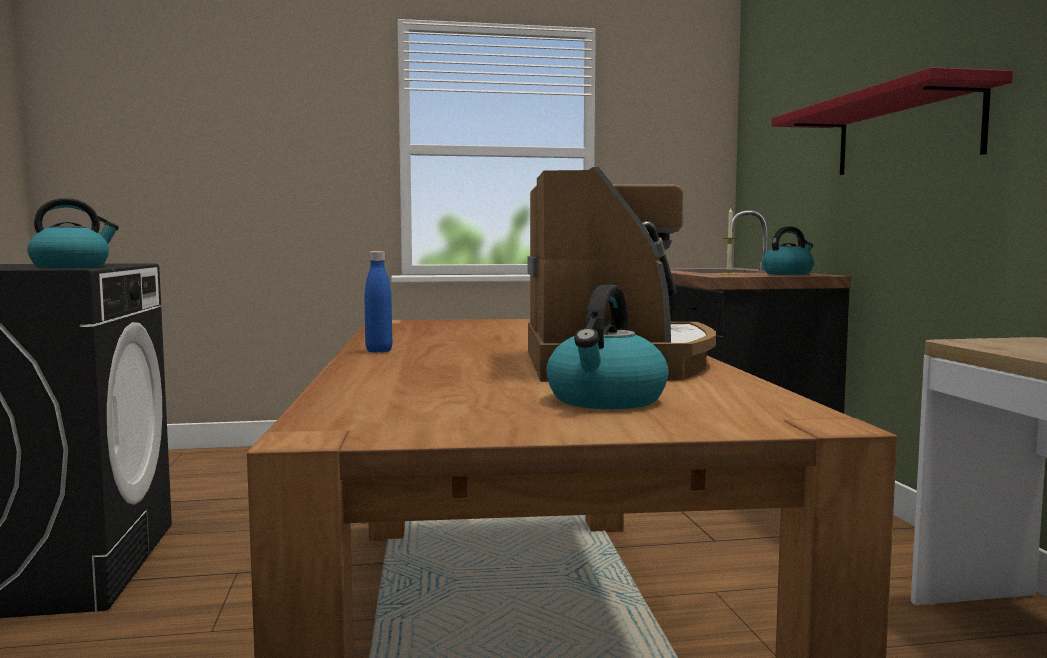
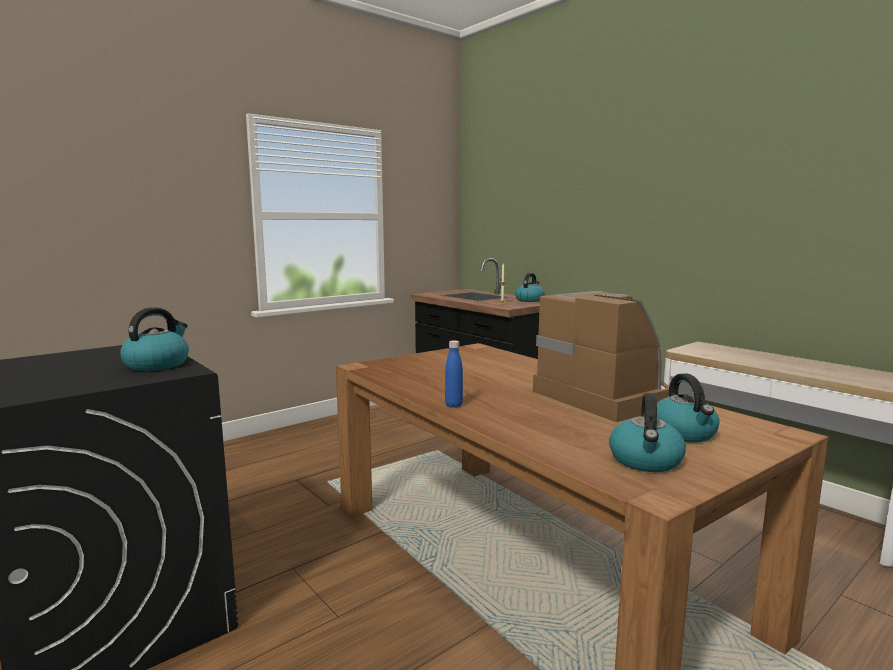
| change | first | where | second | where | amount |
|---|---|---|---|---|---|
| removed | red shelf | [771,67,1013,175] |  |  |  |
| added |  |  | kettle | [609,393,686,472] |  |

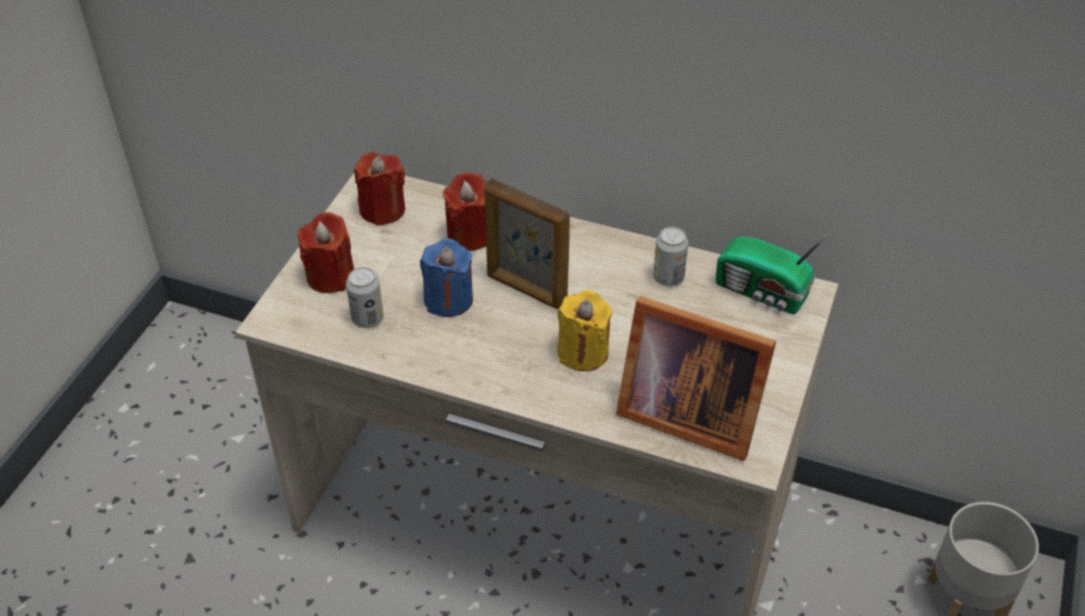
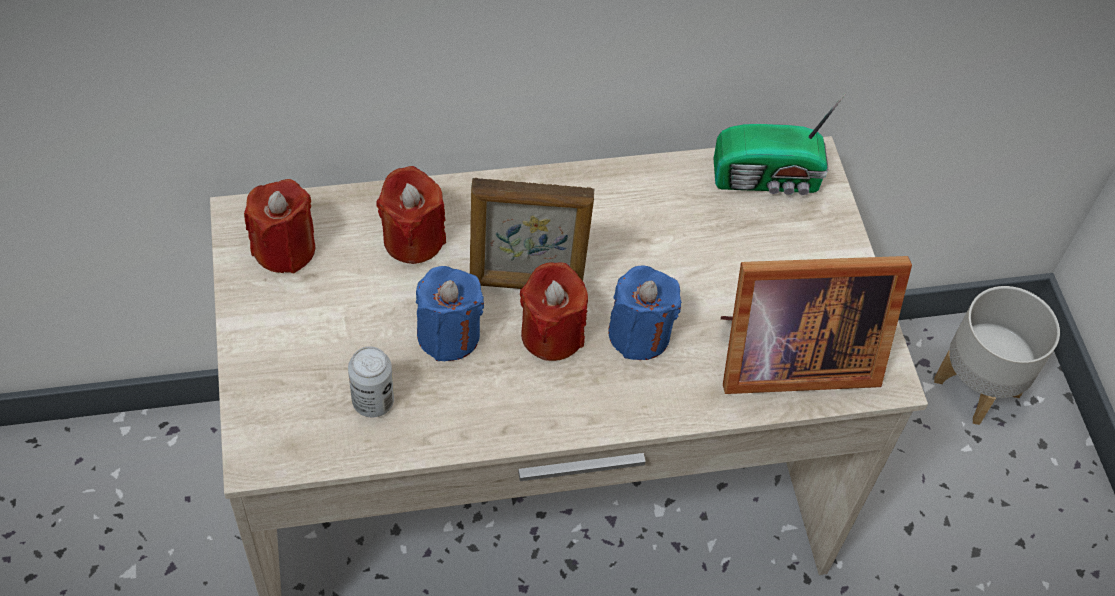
| change | first | where | second | where | amount |
|---|---|---|---|---|---|
| moved | red candle | [297,212,354,293] |  | [520,262,588,361] |  |
| removed | can | [653,227,688,286] |  |  |  |
| recoloured | yellow candle | [557,290,612,371] | blue candle | [608,266,682,360] |  |

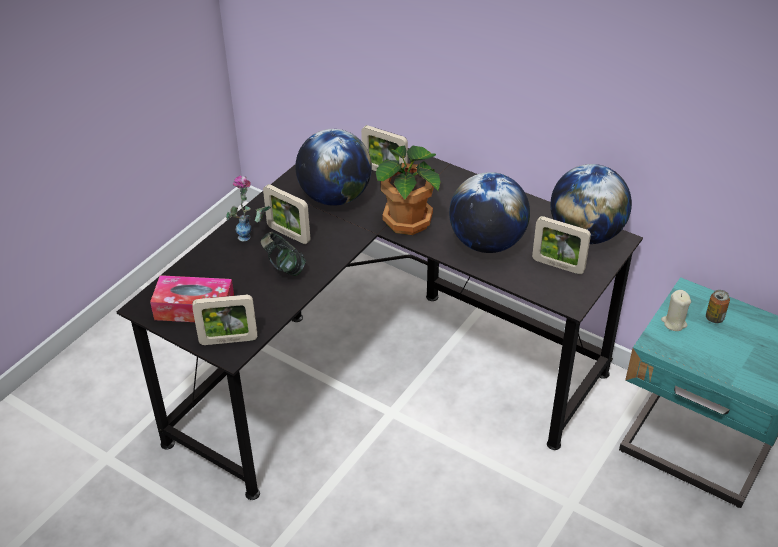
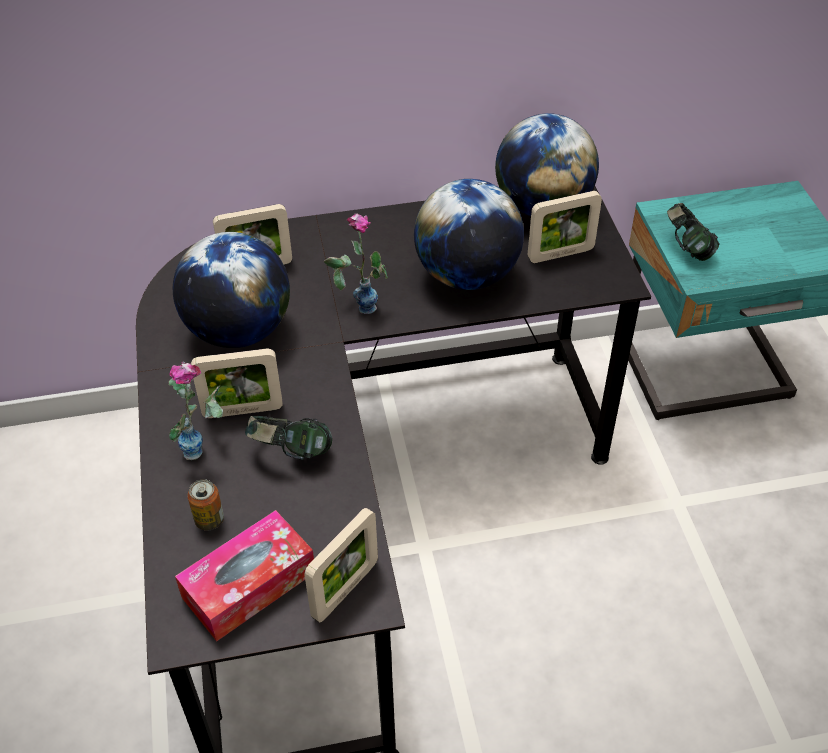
| change | first | where | second | where | amount |
|---|---|---|---|---|---|
| replaced | potted plant | [376,145,441,235] | vase | [324,213,388,314] |  |
| replaced | beige candle | [661,290,691,331] | headphones | [667,203,720,261] |  |
| moved | can | [706,290,730,323] |  | [188,479,224,531] |  |

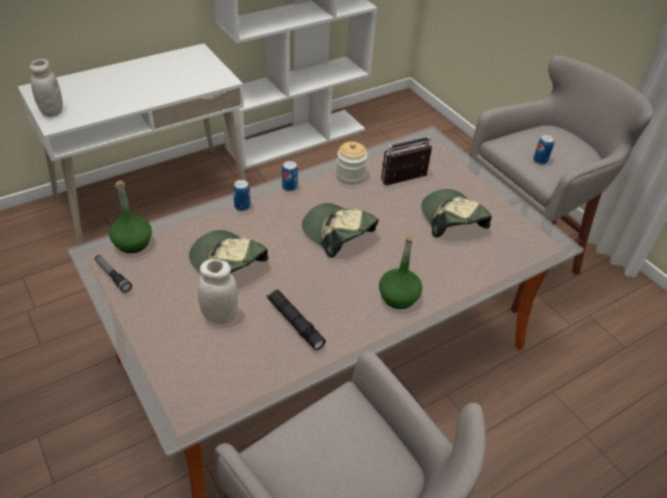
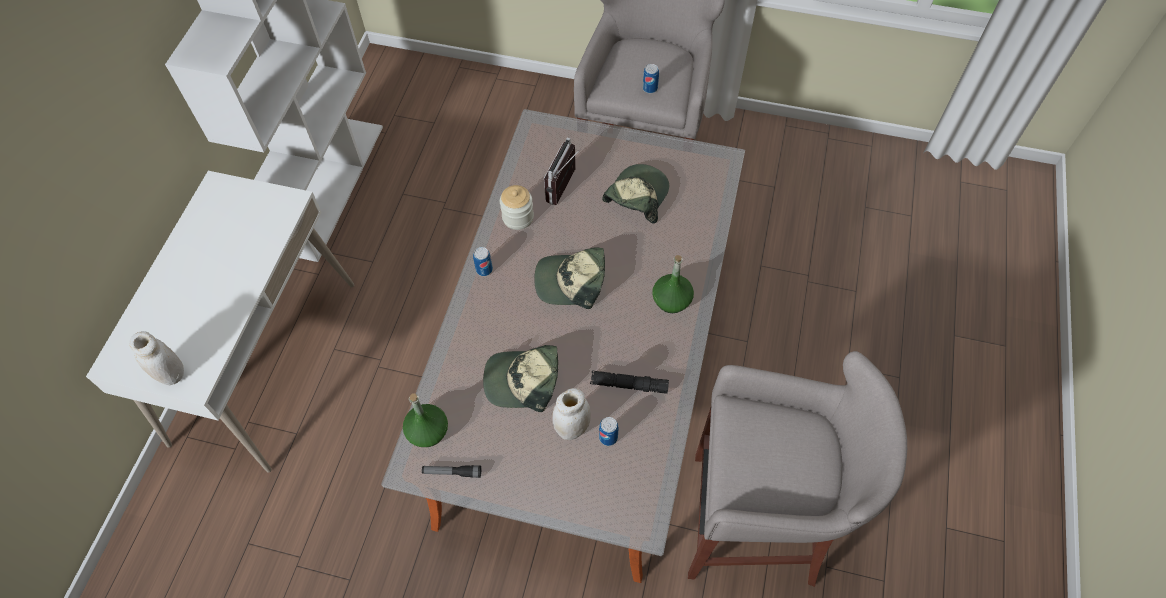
| change | first | where | second | where | amount |
|---|---|---|---|---|---|
| moved | can | [233,180,251,211] |  | [599,417,619,446] |  |
| turned | cap | [421,189,492,238] |  | [602,164,669,224] | 90 degrees clockwise |

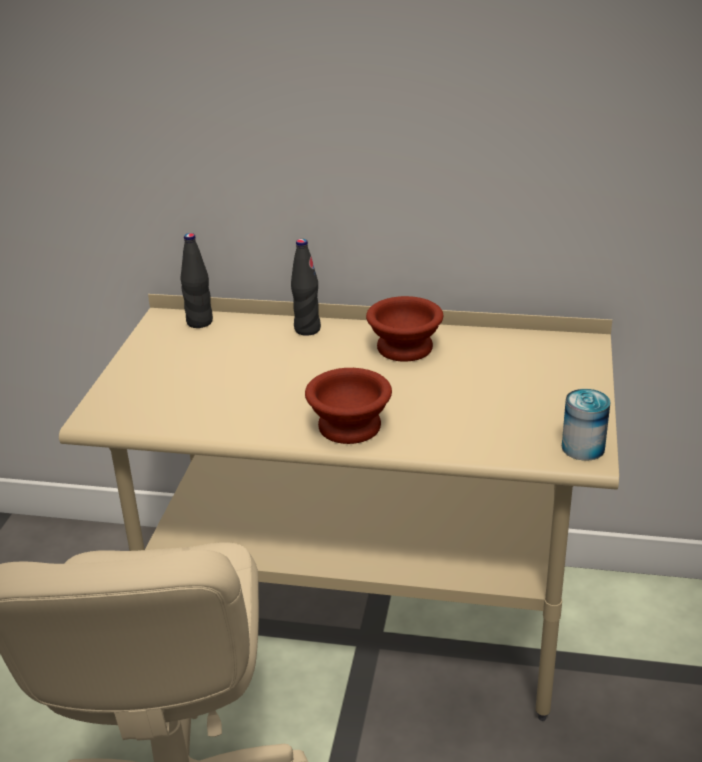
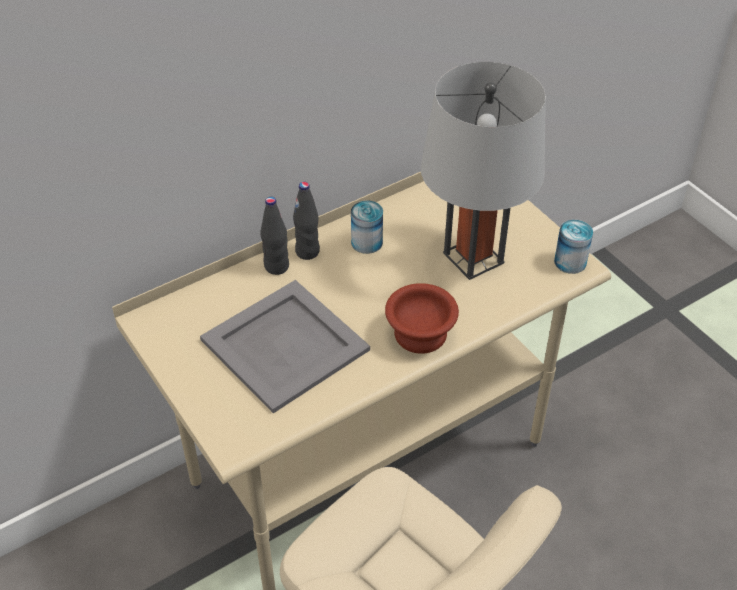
| change | first | where | second | where | amount |
|---|---|---|---|---|---|
| moved | black bottle | [181,233,213,328] |  | [293,182,320,260] |  |
| replaced | brown bowl | [366,296,443,362] | can | [351,201,383,254] |  |
| added |  |  | grey table lamp | [421,62,546,280] |  |
| added |  |  | grey tray | [200,280,370,413] |  |

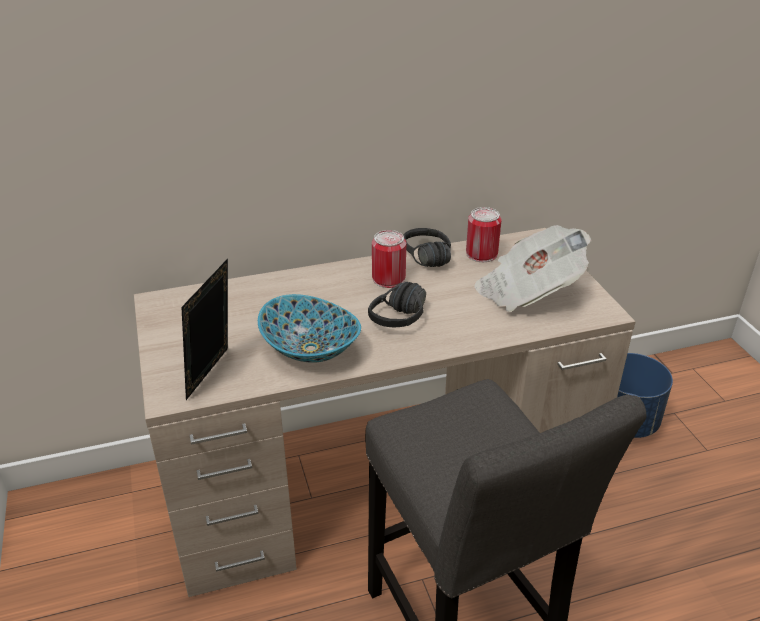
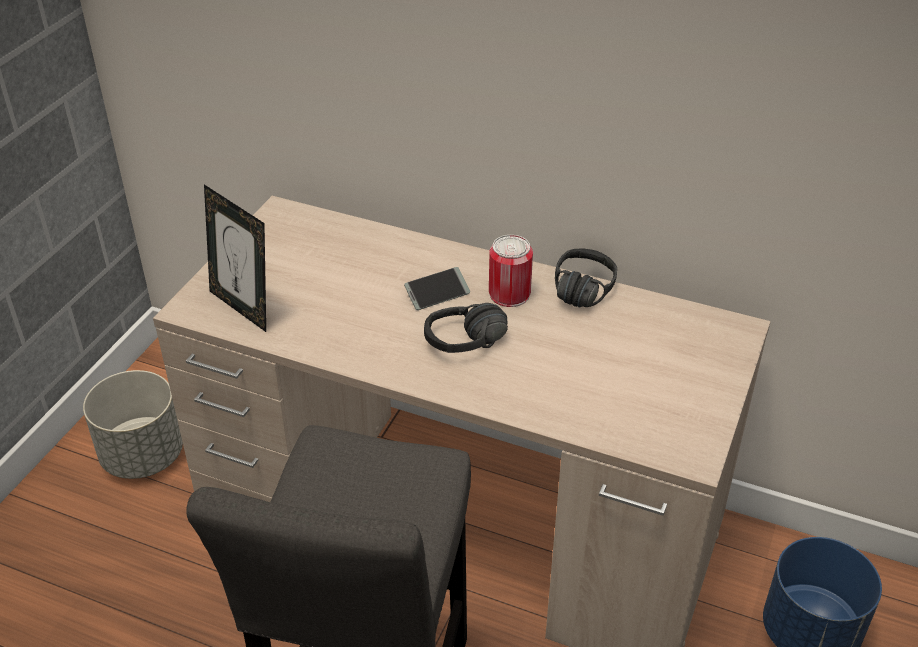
| change | first | where | second | where | amount |
|---|---|---|---|---|---|
| removed | can | [466,207,502,262] |  |  |  |
| removed | newspaper | [474,225,592,312] |  |  |  |
| turned | picture frame | [181,259,228,400] |  | [204,185,266,332] | 105 degrees counterclockwise |
| removed | bowl | [258,294,361,363] |  |  |  |
| added |  |  | phone | [404,267,470,310] |  |
| added |  |  | grey planter | [83,370,183,479] |  |

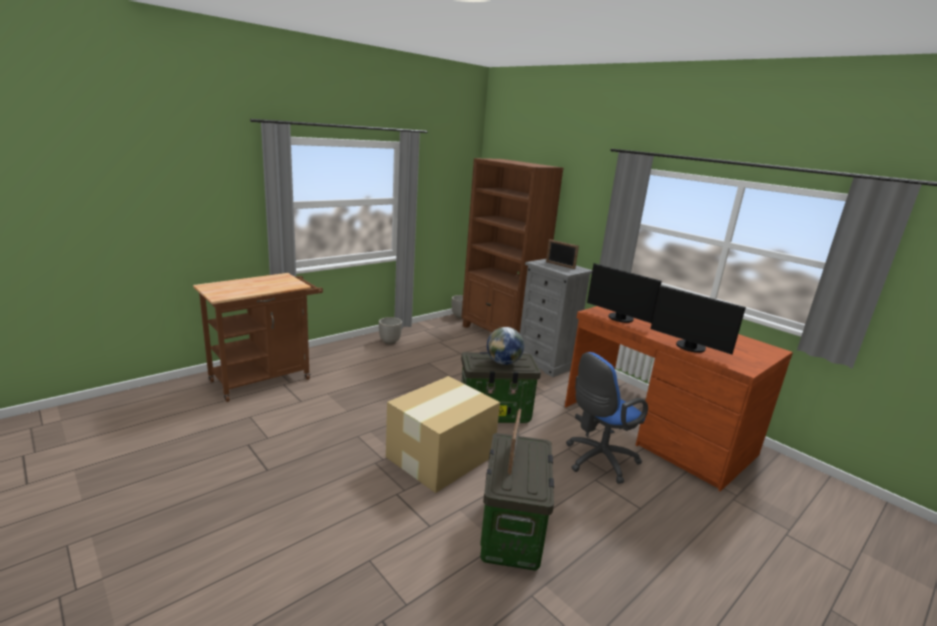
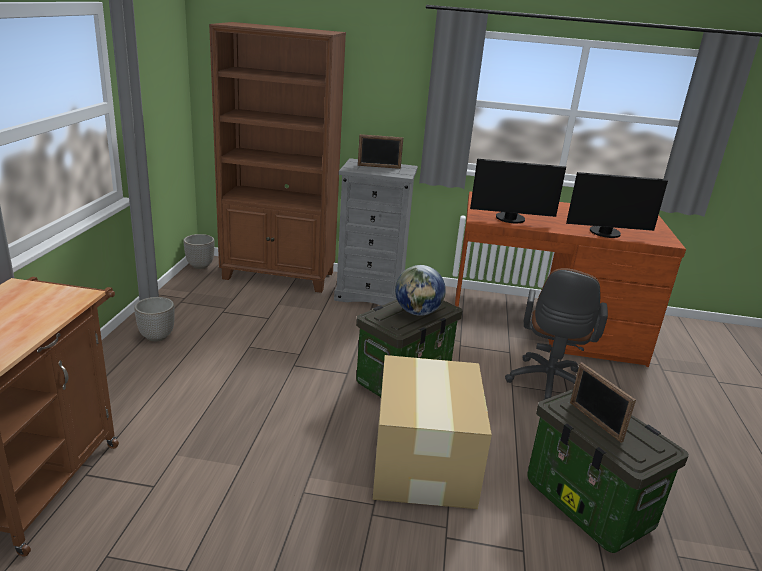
| change | first | where | second | where | amount |
|---|---|---|---|---|---|
| recoloured | blue office chair | [566,352,648,484] | brown office chair | [505,268,608,400] |  |

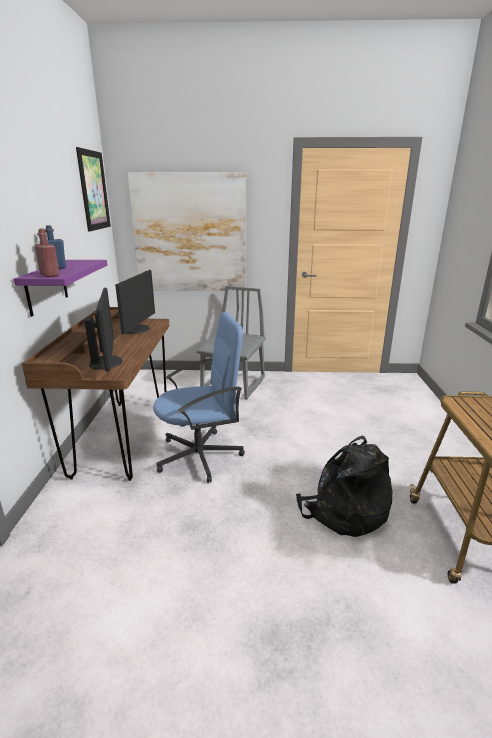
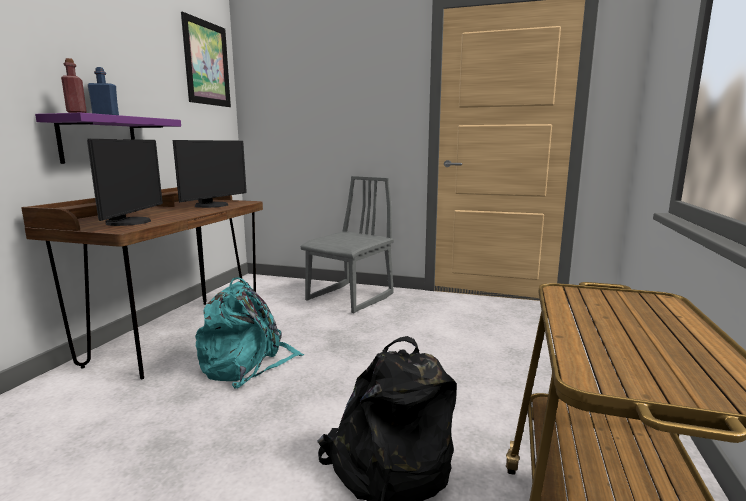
| change | first | where | second | where | amount |
|---|---|---|---|---|---|
| removed | picture | [128,172,246,291] |  |  |  |
| replaced | blue office chair | [153,312,245,483] | turquoise backpack | [195,277,304,389] |  |

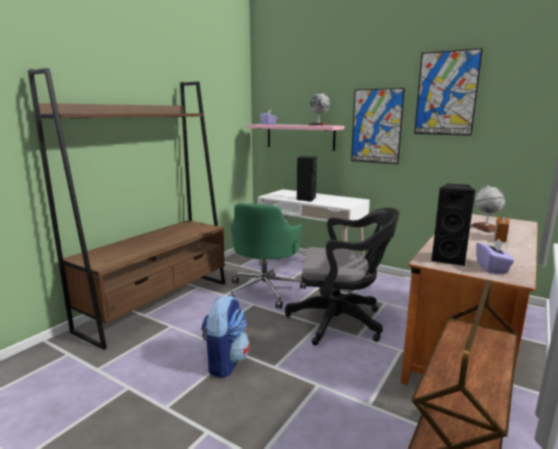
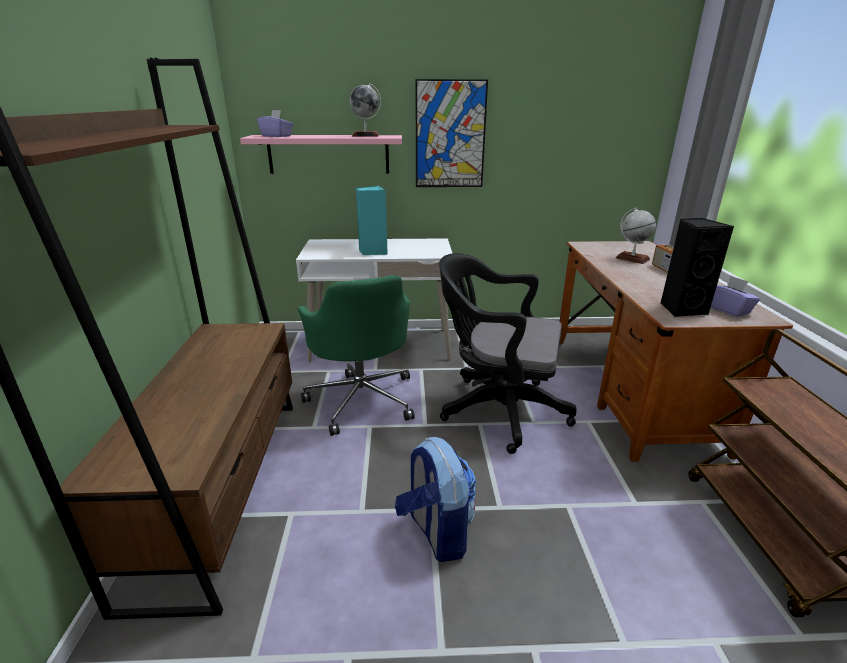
| change | first | where | second | where | amount |
|---|---|---|---|---|---|
| removed | picture | [414,48,483,136] |  |  |  |
| recoloured | black speaker | [297,156,317,202] | turquoise speaker | [356,186,388,255] |  |
| turned | black office chair | [285,208,400,346] |  | [439,253,577,454] | 135 degrees counterclockwise |

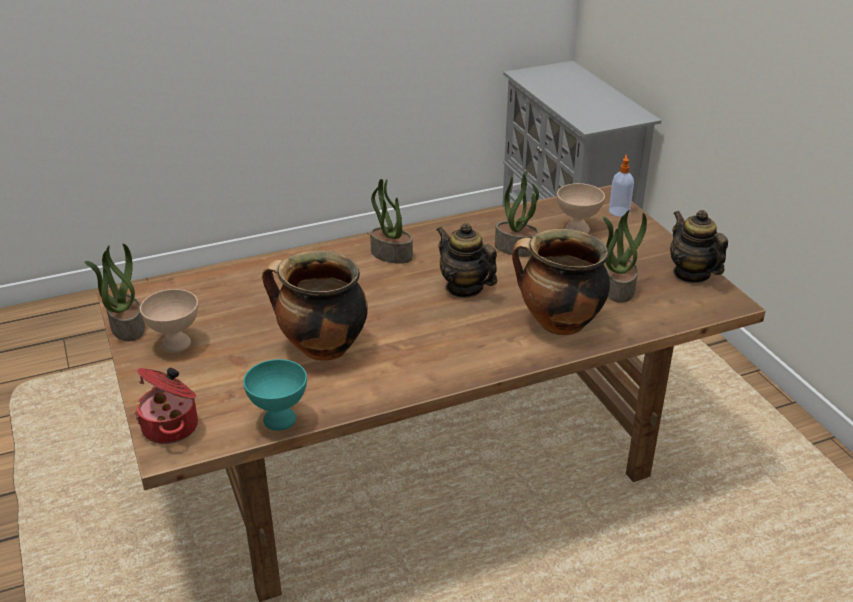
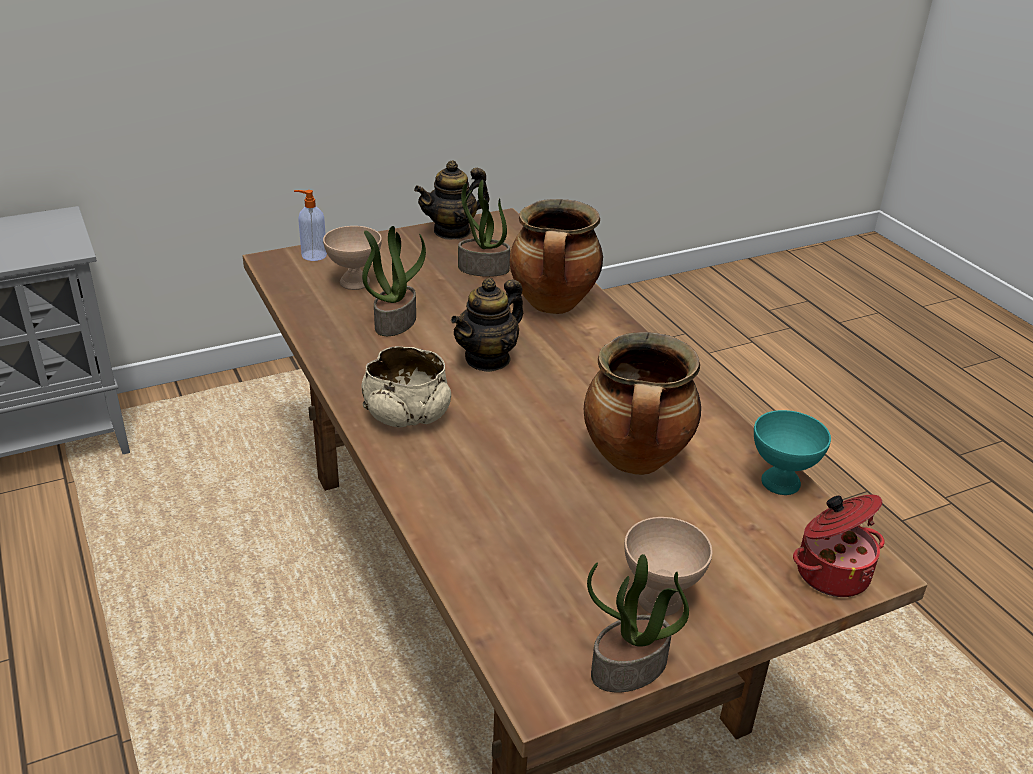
| change | first | where | second | where | amount |
|---|---|---|---|---|---|
| replaced | potted plant | [370,179,413,264] | beige bowl | [362,346,451,427] |  |

